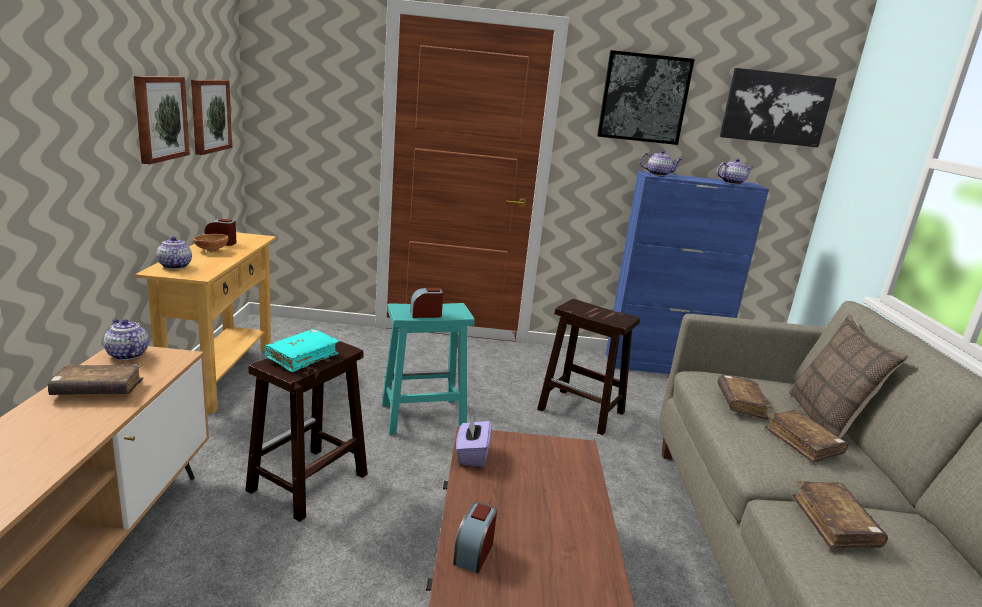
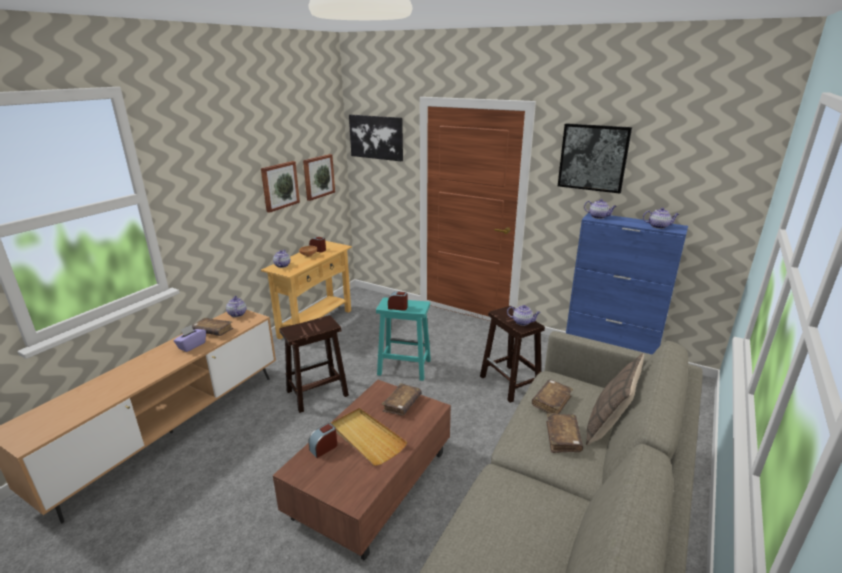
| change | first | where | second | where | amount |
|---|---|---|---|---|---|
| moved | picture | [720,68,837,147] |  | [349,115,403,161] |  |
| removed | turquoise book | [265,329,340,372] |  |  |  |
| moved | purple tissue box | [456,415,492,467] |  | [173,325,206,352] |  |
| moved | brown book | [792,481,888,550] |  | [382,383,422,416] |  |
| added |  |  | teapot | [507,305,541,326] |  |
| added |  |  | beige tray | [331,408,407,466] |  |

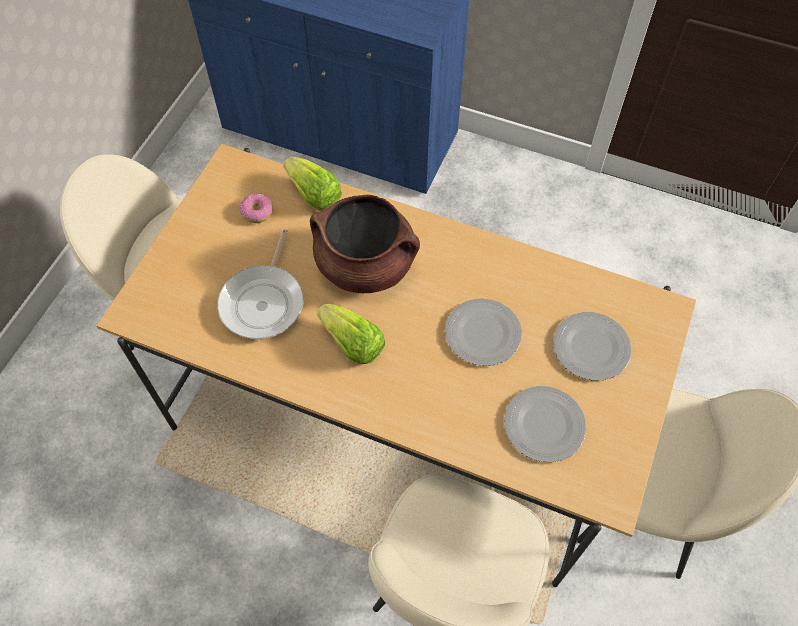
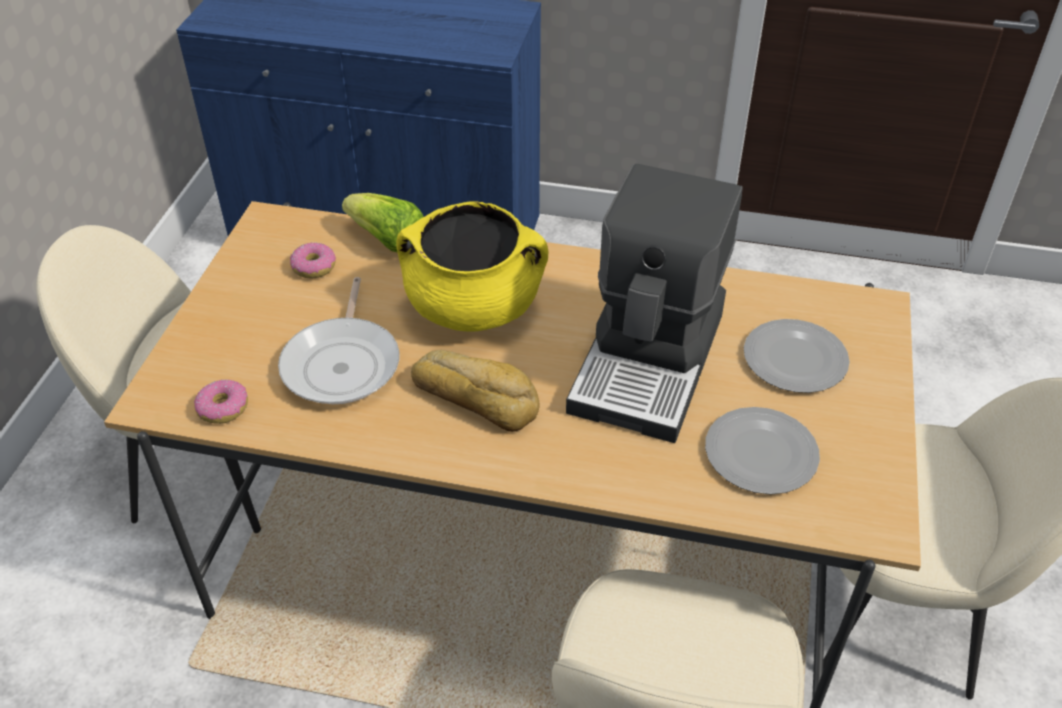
| change | first | where | second | where | amount |
|---|---|---|---|---|---|
| recoloured | brown cooking pot | [310,195,420,293] | yellow cooking pot | [396,201,548,332] |  |
| replaced | plate | [445,298,522,366] | coffee machine | [566,163,743,443] |  |
| replaced | lettuce | [317,304,385,364] | bread | [411,350,539,432] |  |
| added |  |  | donut | [194,380,248,424] |  |

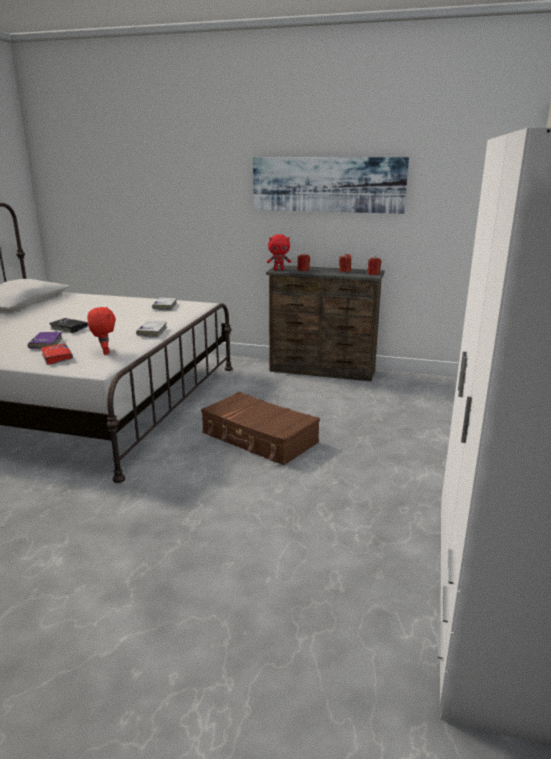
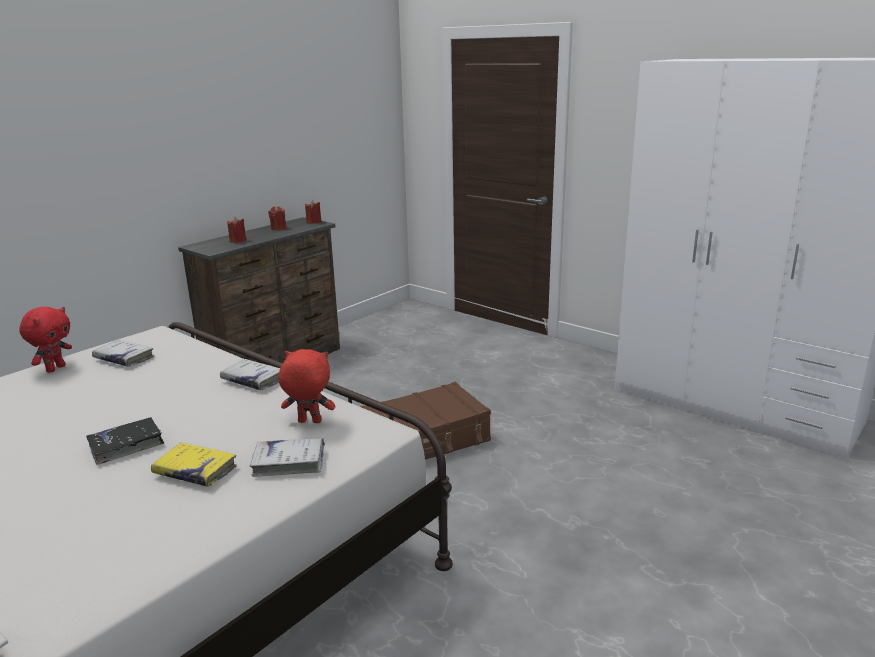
| change | first | where | second | where | amount |
|---|---|---|---|---|---|
| removed | picture | [253,157,409,214] |  |  |  |
| moved | red plush toy | [267,234,291,270] |  | [19,307,72,373] |  |
| recoloured | purple book | [28,332,62,349] | yellow book | [151,443,237,487] |  |
| recoloured | red book | [41,343,73,365] | white book | [249,438,325,477] |  |

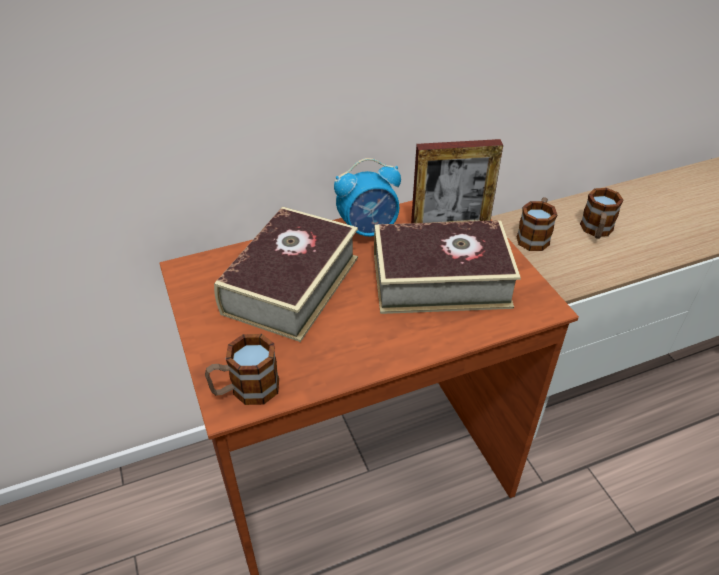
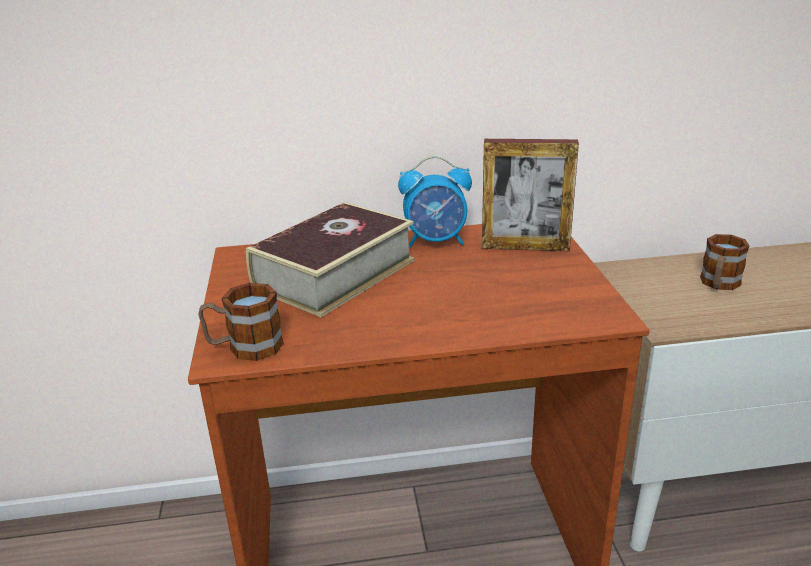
| change | first | where | second | where | amount |
|---|---|---|---|---|---|
| removed | mug | [516,197,557,251] |  |  |  |
| removed | book | [374,220,521,314] |  |  |  |

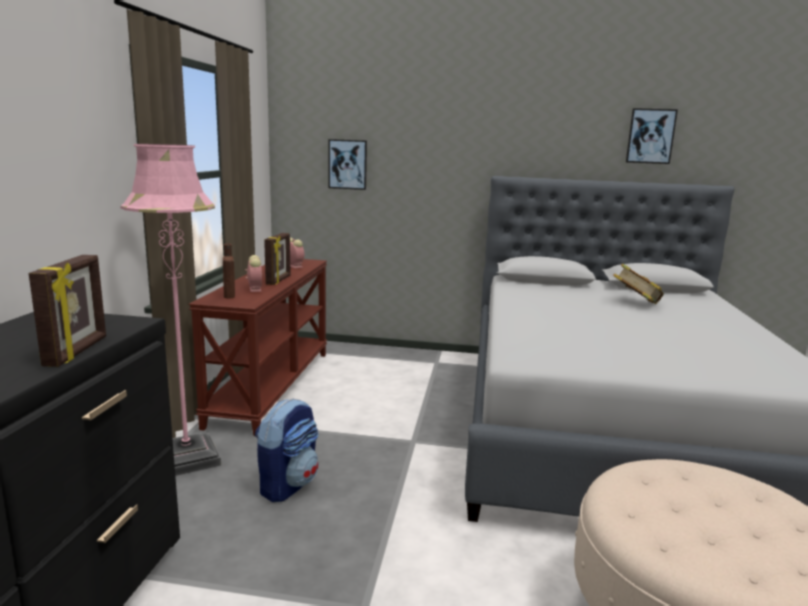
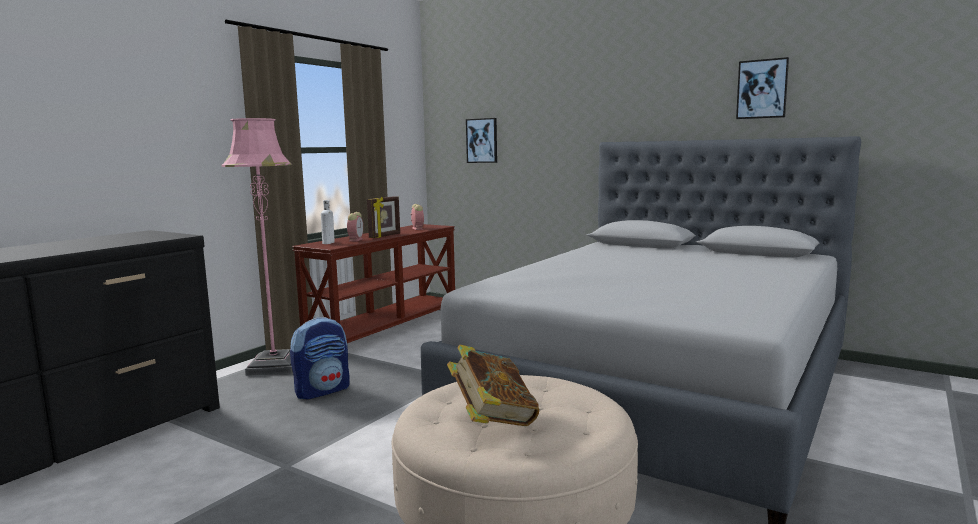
| change | first | where | second | where | amount |
|---|---|---|---|---|---|
| recoloured | brown bottle | [223,244,235,298] | white bottle | [321,200,334,244] |  |
| removed | picture frame | [29,255,106,367] |  |  |  |
| moved | book | [613,263,664,304] |  | [447,345,540,426] |  |

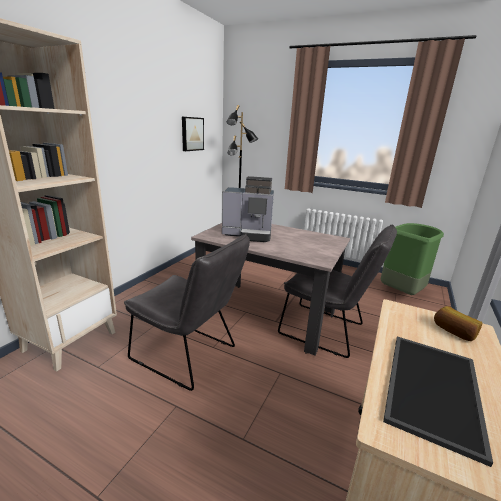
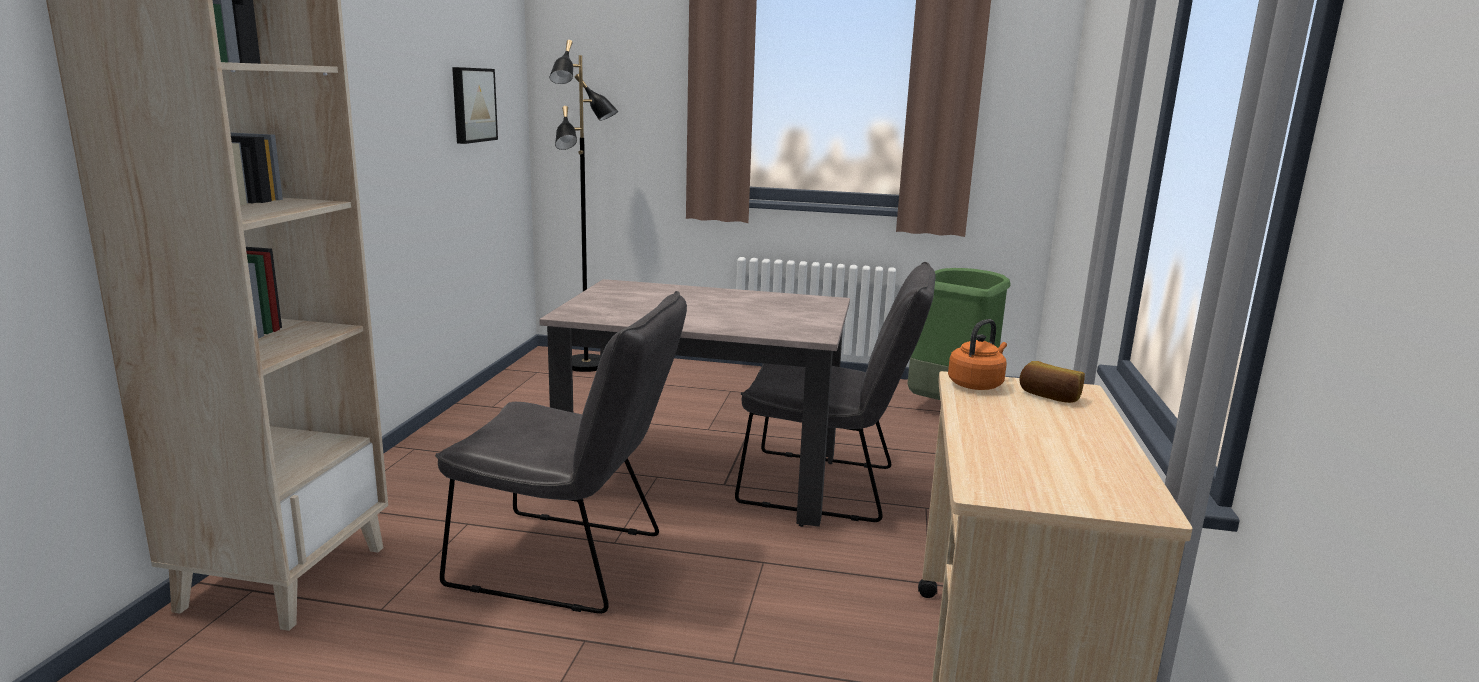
| change | first | where | second | where | amount |
|---|---|---|---|---|---|
| removed | coffee machine | [222,176,274,242] |  |  |  |
| removed | tray | [383,336,493,467] |  |  |  |
| added |  |  | orange kettle | [948,319,1007,390] |  |

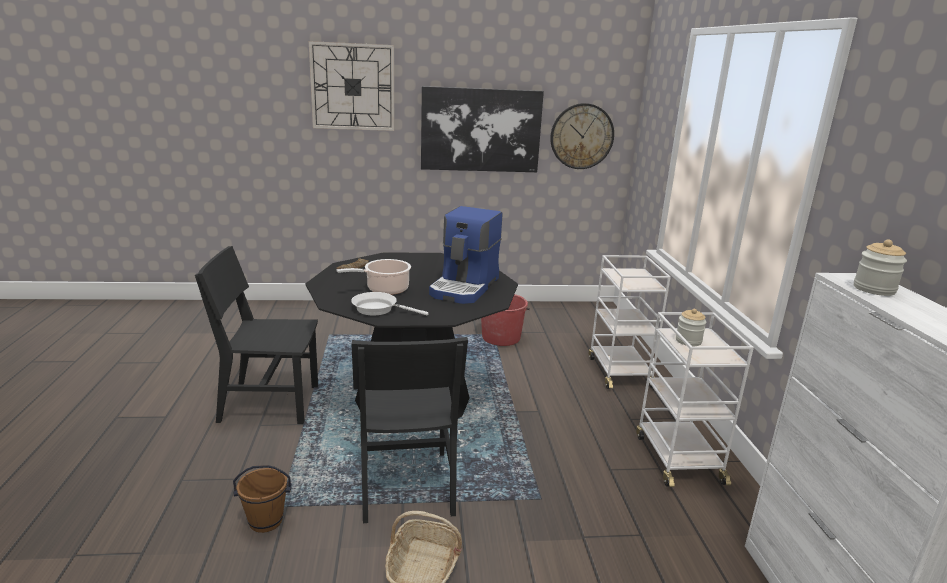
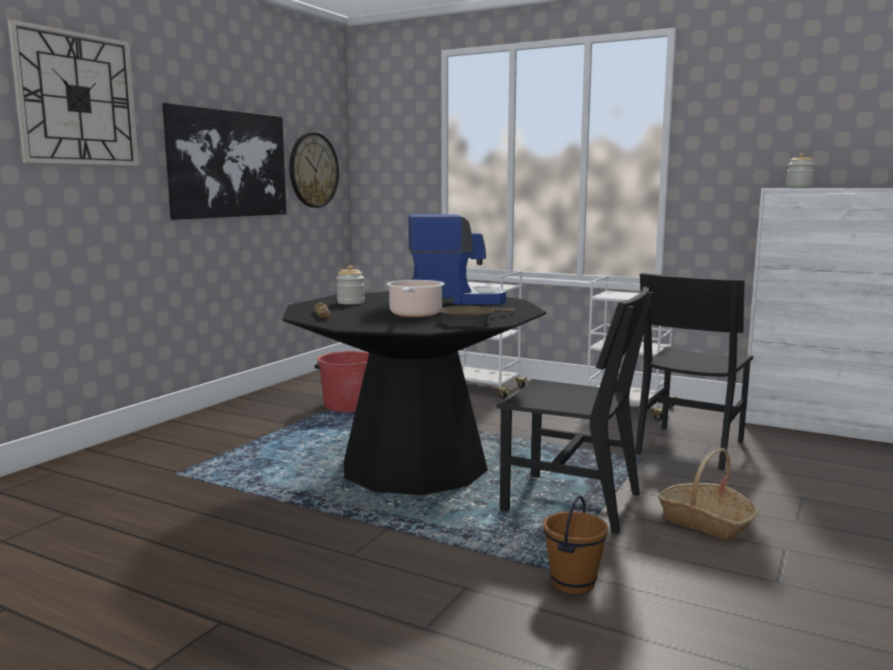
| change | first | where | second | where | amount |
|---|---|---|---|---|---|
| turned | coffee machine | [429,206,502,304] |  | [408,214,506,305] | 60 degrees counterclockwise |
| moved | black chair | [195,246,318,424] |  | [635,273,753,470] |  |
| recoloured | white frying pan | [351,292,429,316] | brown frying pan | [439,306,516,325] |  |
| moved | jar | [676,309,706,346] |  | [336,265,365,304] |  |

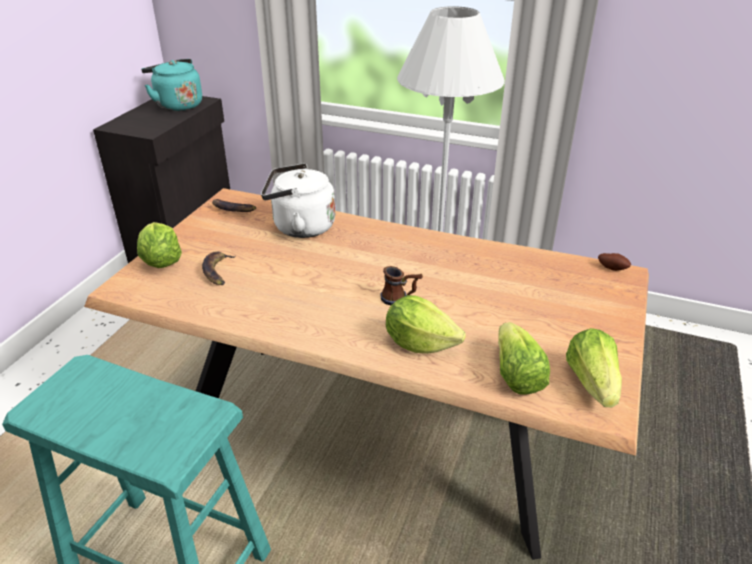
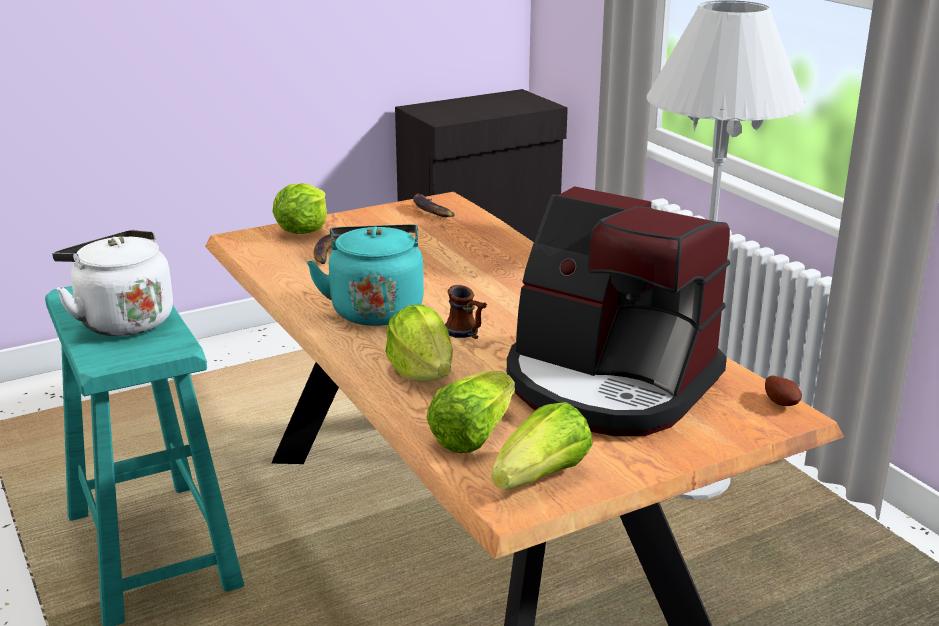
| change | first | where | second | where | amount |
|---|---|---|---|---|---|
| moved | turquoise kettle | [141,59,202,111] |  | [307,224,424,326] |  |
| moved | white kettle | [261,163,335,238] |  | [52,230,173,336] |  |
| added |  |  | coffee machine | [507,186,730,436] |  |

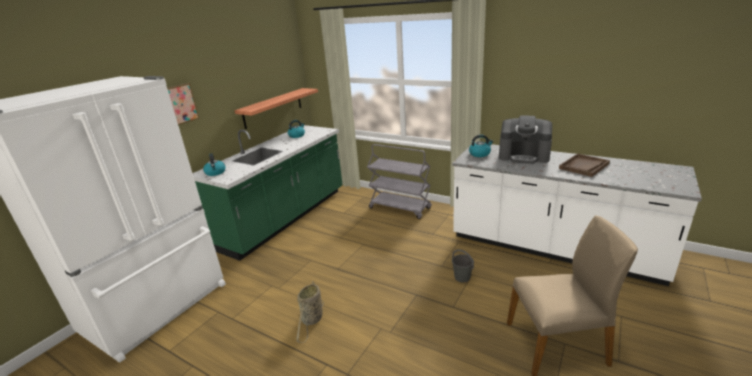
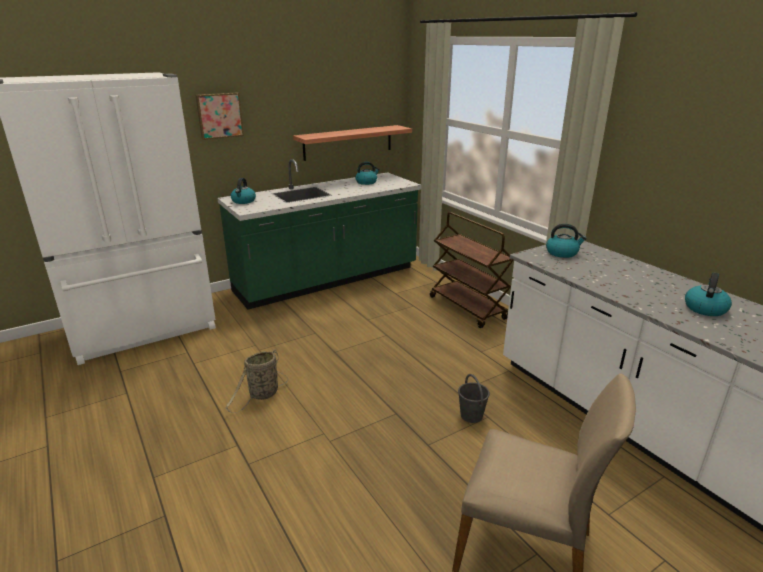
| change | first | where | second | where | amount |
|---|---|---|---|---|---|
| removed | coffee machine | [499,115,552,164] |  |  |  |
| recoloured | grey cart | [367,144,432,219] | brown cart | [430,212,514,328] |  |
| replaced | brown tray | [559,153,610,177] | kettle | [685,272,732,316] |  |

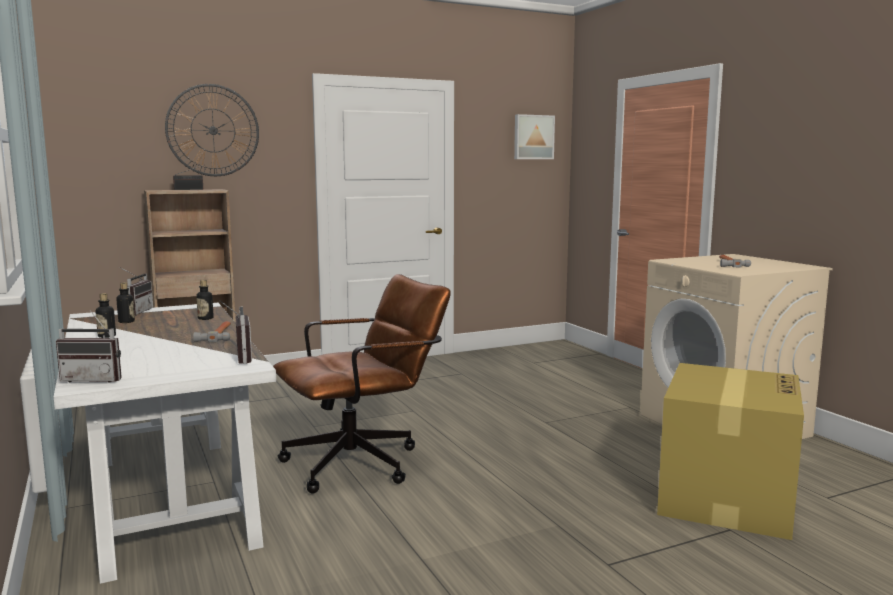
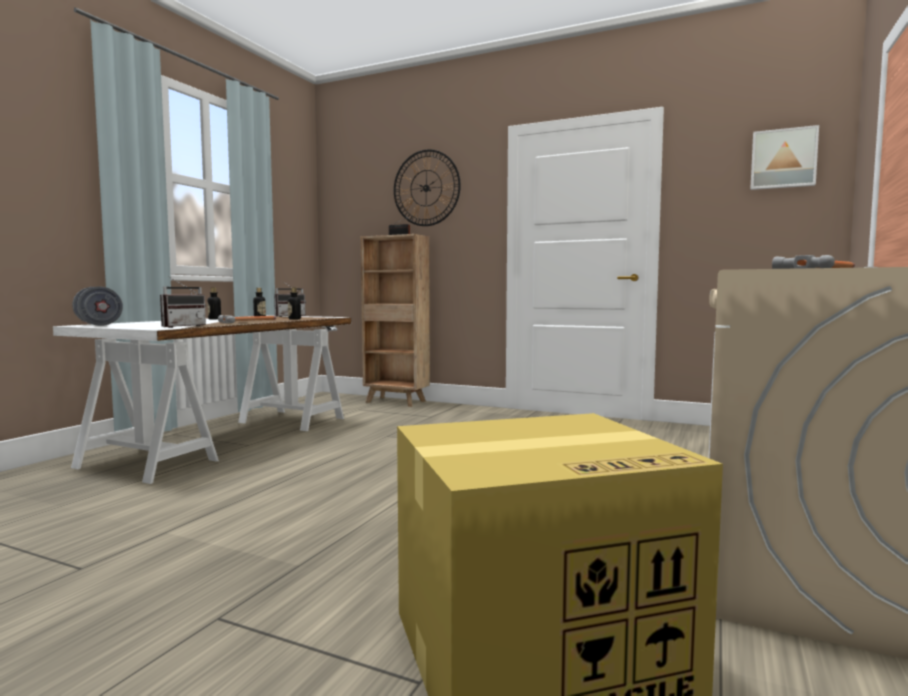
| change | first | where | second | where | amount |
|---|---|---|---|---|---|
| removed | brown office chair | [273,274,451,494] |  |  |  |
| replaced | radio | [56,310,122,383] | grey dumbbell | [72,286,123,326] |  |

